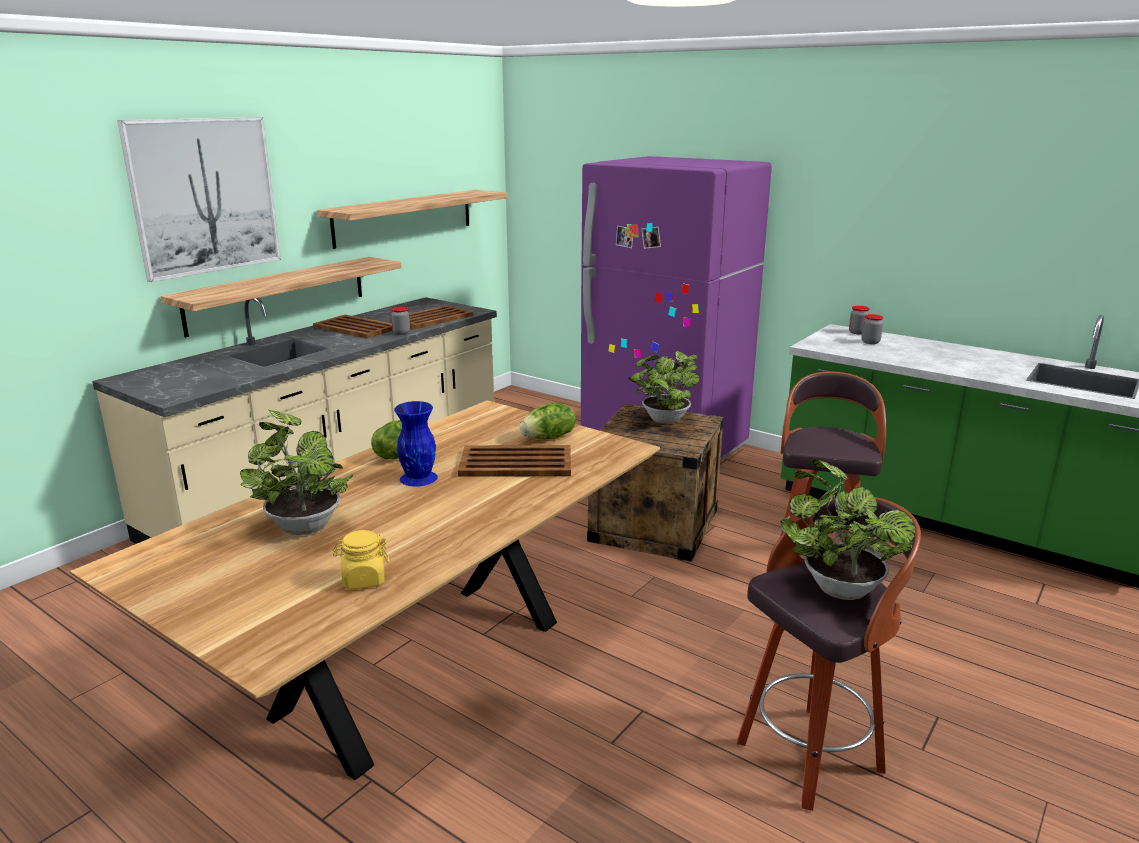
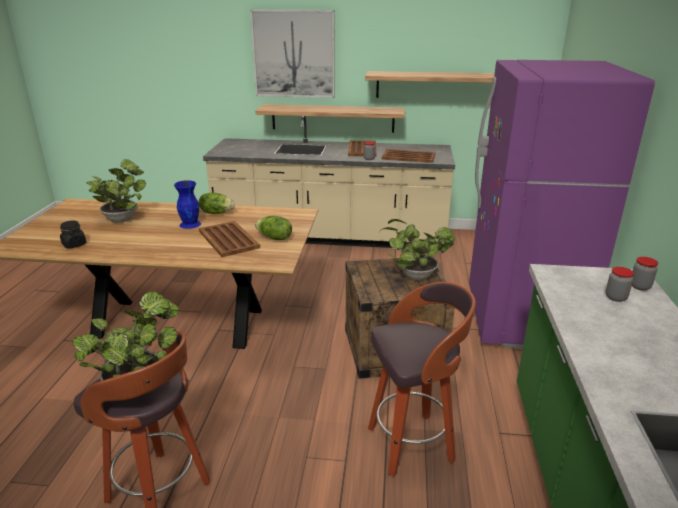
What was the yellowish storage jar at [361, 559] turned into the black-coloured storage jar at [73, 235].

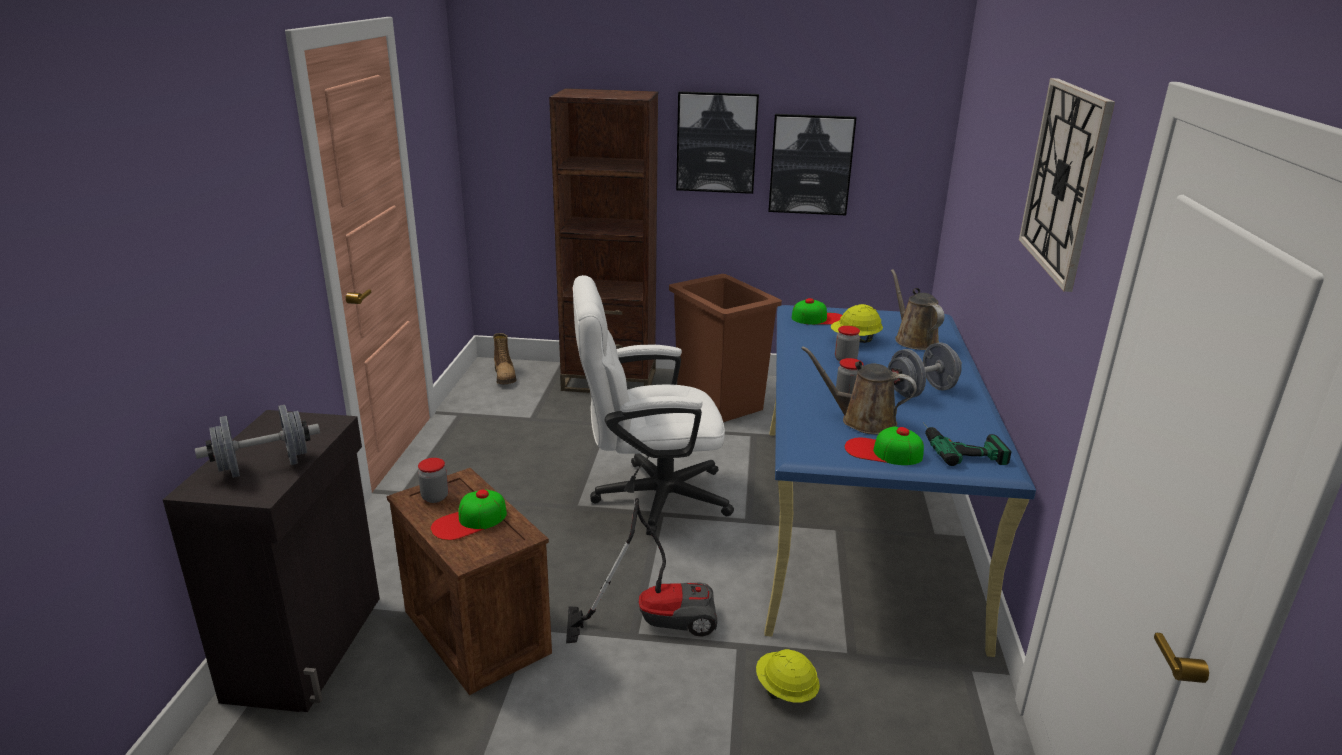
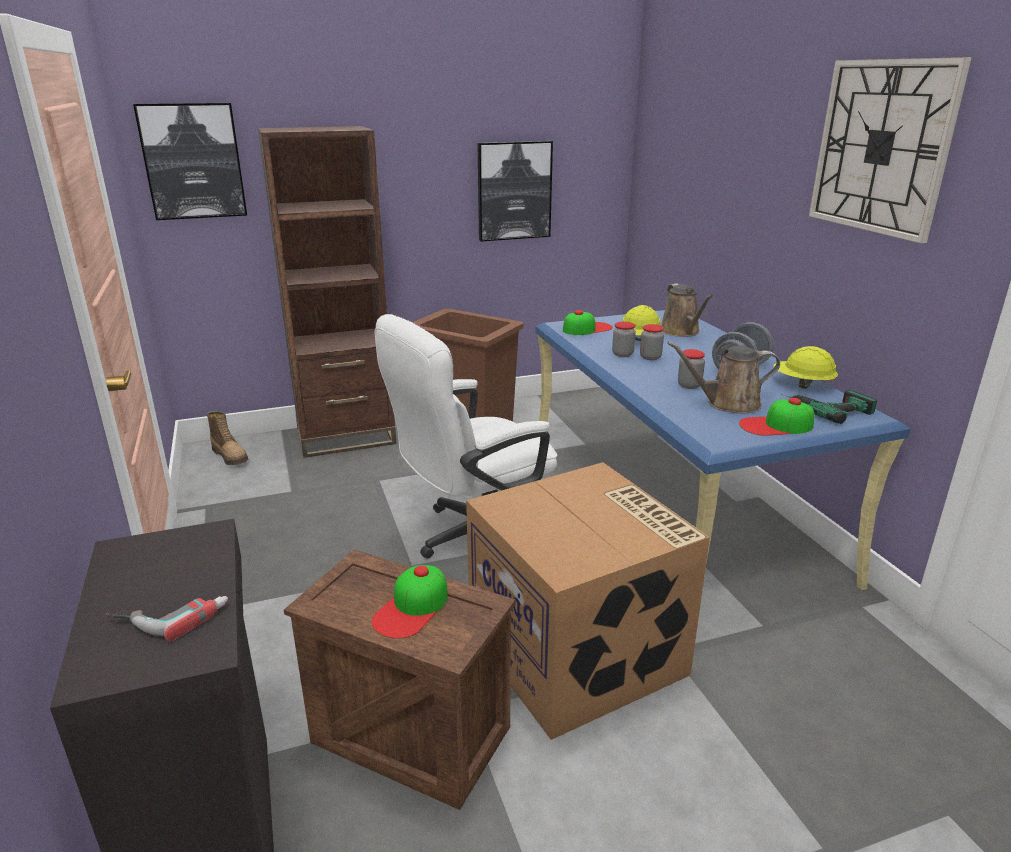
Where the gray dumbbell stood at [257, 441], the power drill came to stand at [167, 618].
The wall art ended up elsewhere, having gone from [717, 142] to [190, 161].
Where the vacuum stood at [642, 570], the cardboard box came to stand at [588, 601].
The storage jar ended up elsewhere, having gone from [433, 480] to [624, 339].
The brown watering pot at [917, 309] ended up facing another way, 150 degrees counterclockwise from before.
The yellowish work helmet ended up elsewhere, having gone from [788, 676] to [806, 367].

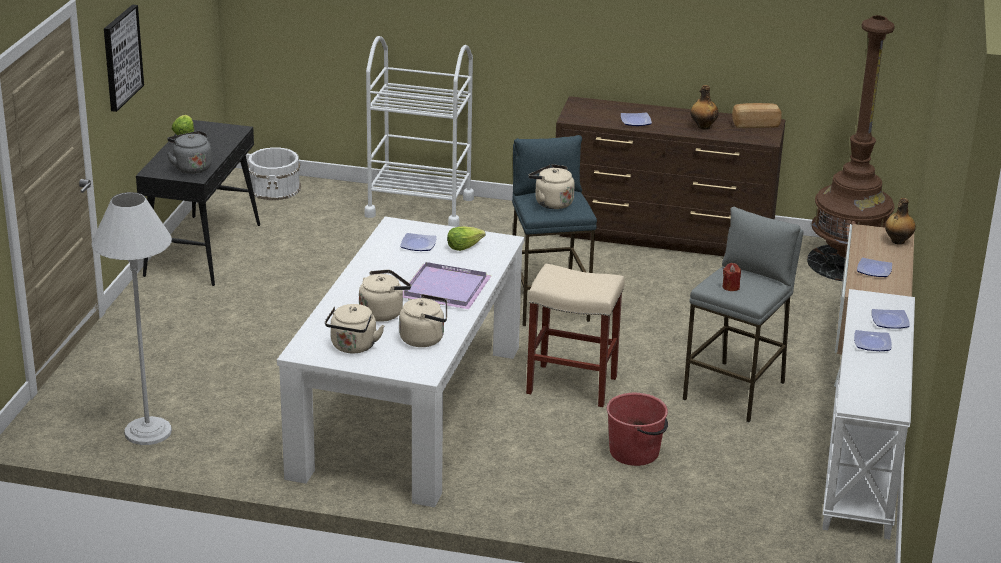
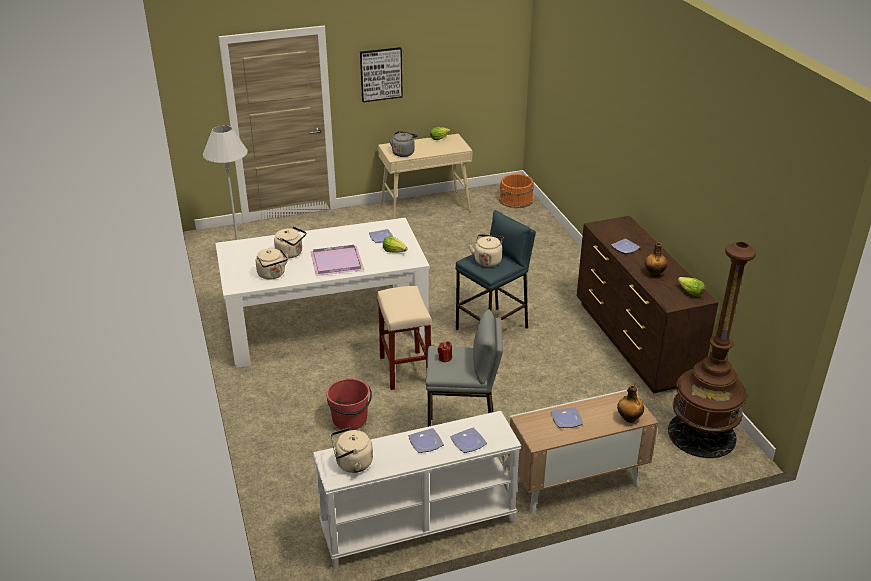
The sand-coloured water kettle ended up elsewhere, having gone from [354, 328] to [352, 450].
What was the black-coloured narrow table at [198, 203] turned into the sand-coloured narrow table at [425, 176].
What was the whitish bucket at [274, 173] turned into the orangey bucket at [516, 191].
Where the bread stood at [756, 115], the lettuce came to stand at [691, 286].
The second view lost the whitish trolley at [419, 131].

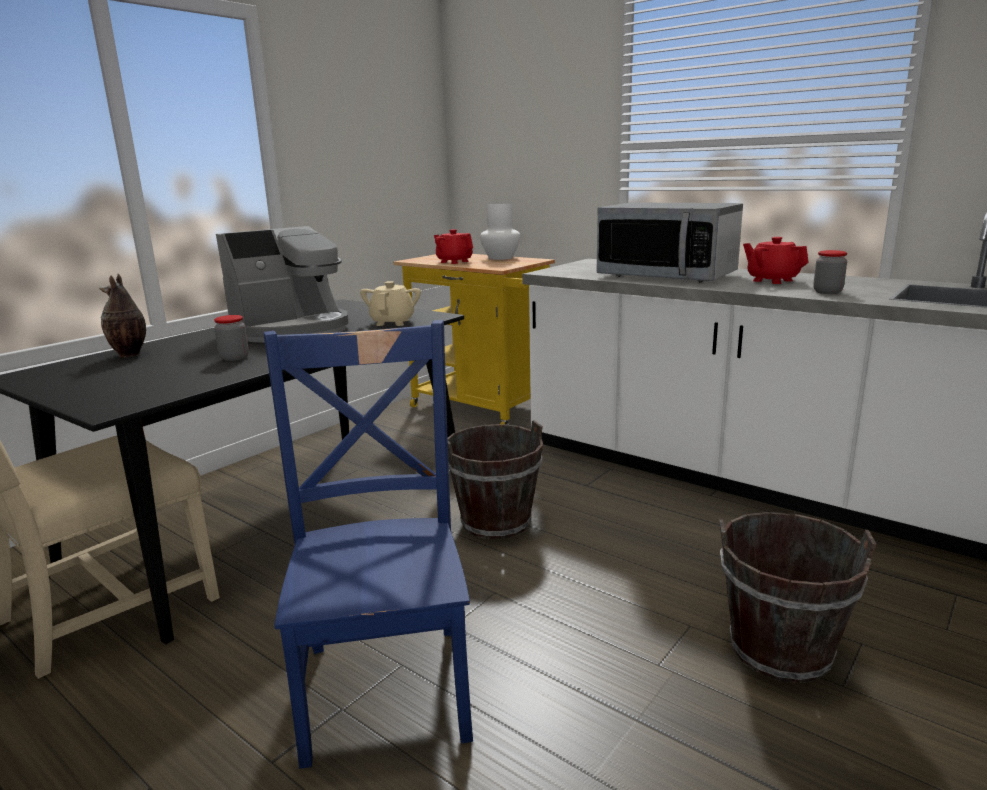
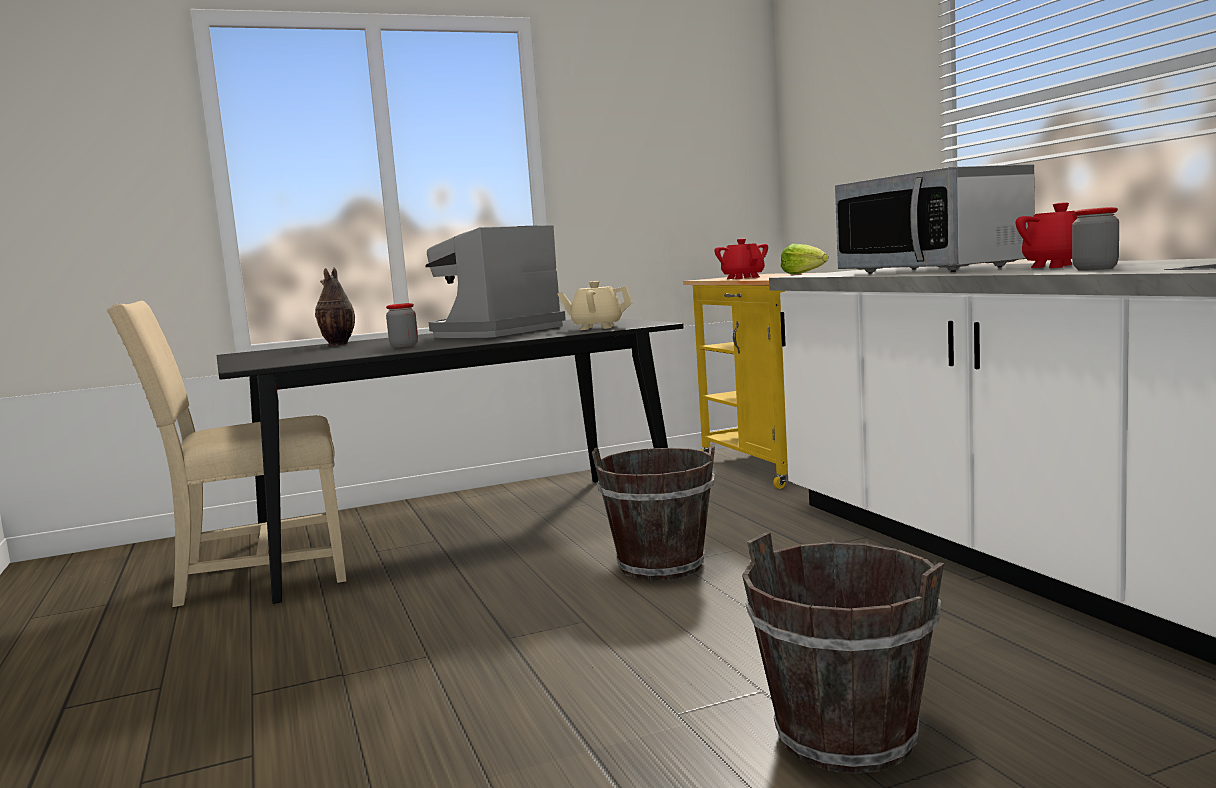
The coffee maker at [282, 284] ended up facing another way, 135 degrees clockwise from before.
The sand-coloured pot for tea at [390, 303] ended up facing another way, 120 degrees counterclockwise from before.
Where the whitish vase stood at [500, 231], the lettuce came to stand at [805, 259].
The second view lost the bluish plain chair at [368, 544].

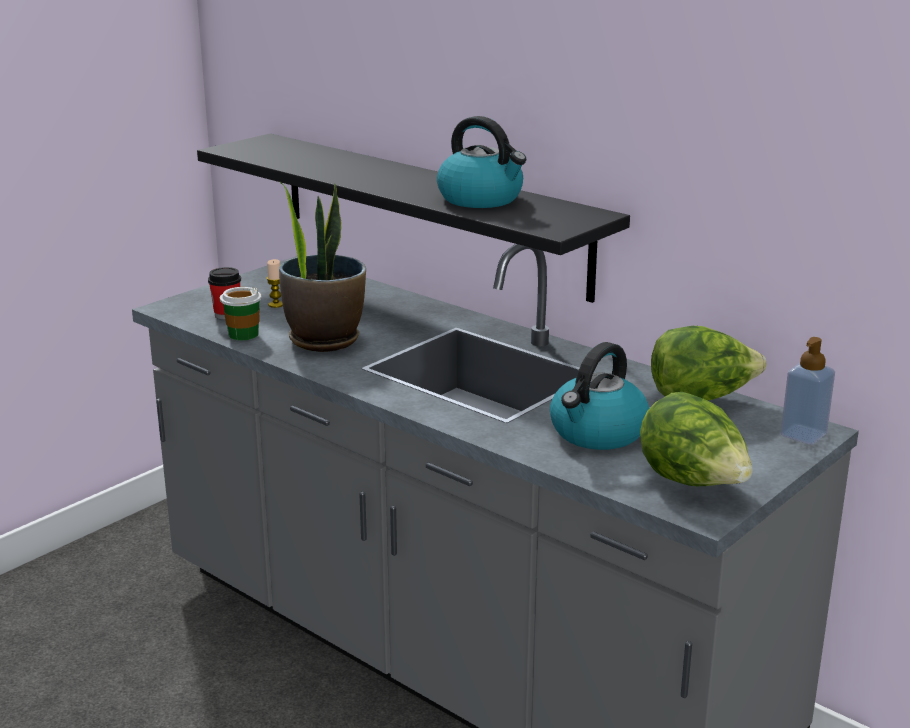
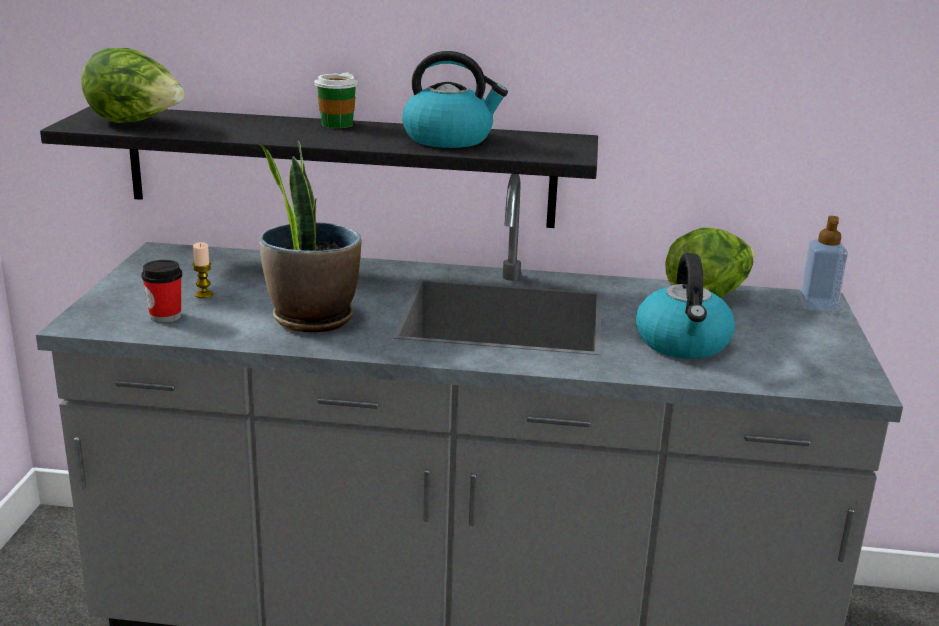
The lettuce ended up elsewhere, having gone from [696, 439] to [133, 85].
The cup ended up elsewhere, having gone from [241, 314] to [336, 100].

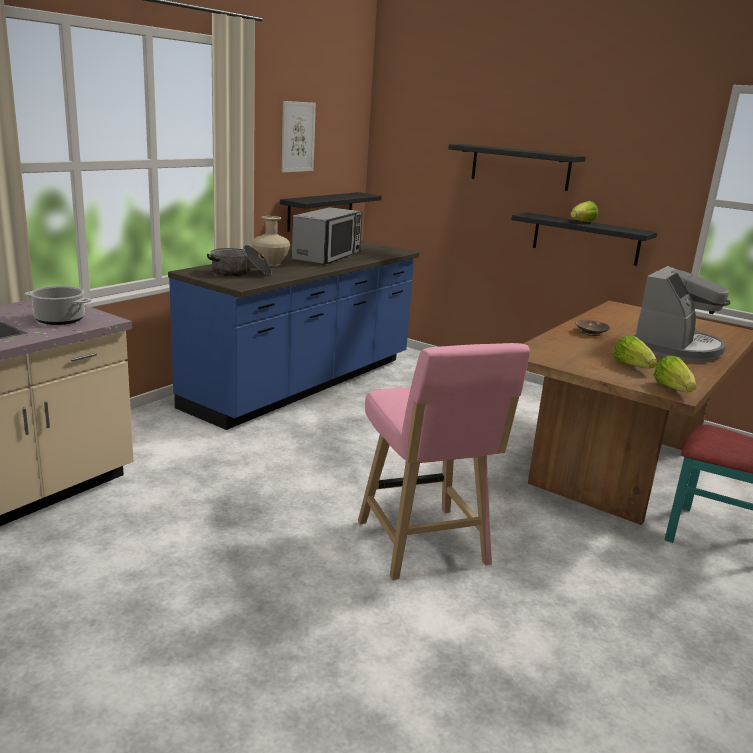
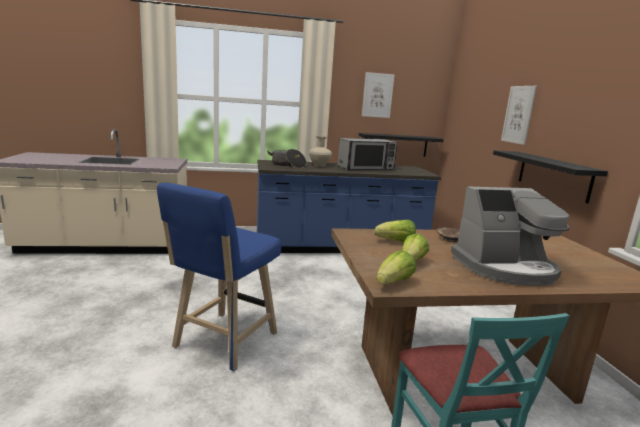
What was the pinkish stool seat at [444, 461] turned into the bluish stool seat at [219, 277].
The lettuce ended up elsewhere, having gone from [584, 211] to [395, 231].
Where the black-coloured shelf hung at [517, 167], the wall art came to hang at [519, 115].
The second view lost the stockpot at [58, 305].

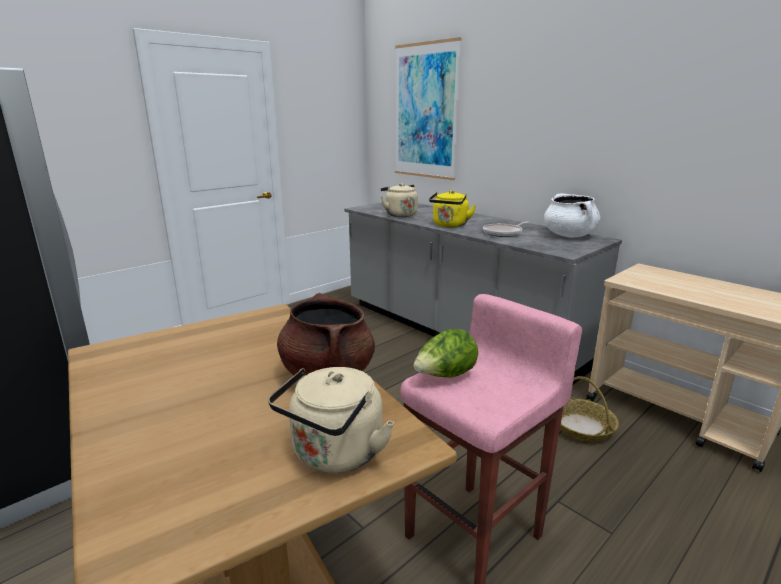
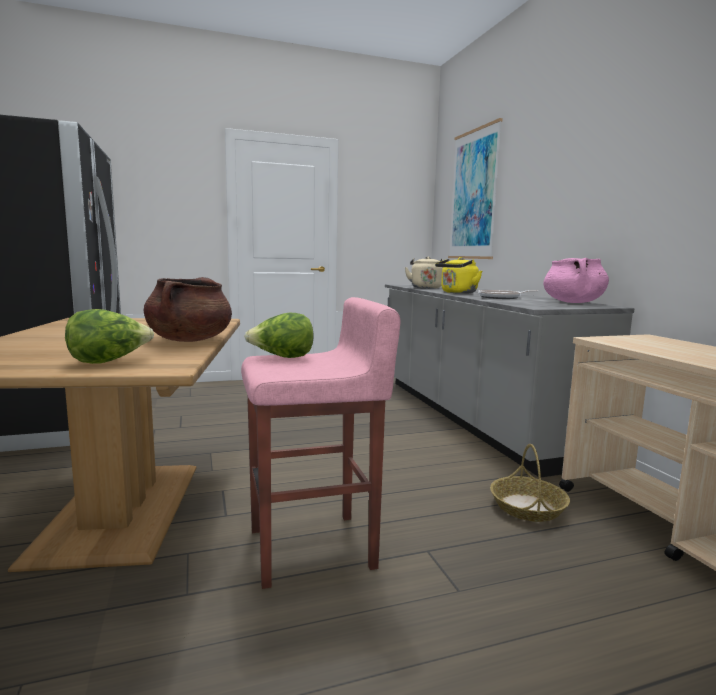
Where the sand-coloured water kettle stood at [331, 420], the lettuce came to stand at [109, 336].
What was the whitish stockpot at [572, 215] turned into the pinkish stockpot at [576, 280].

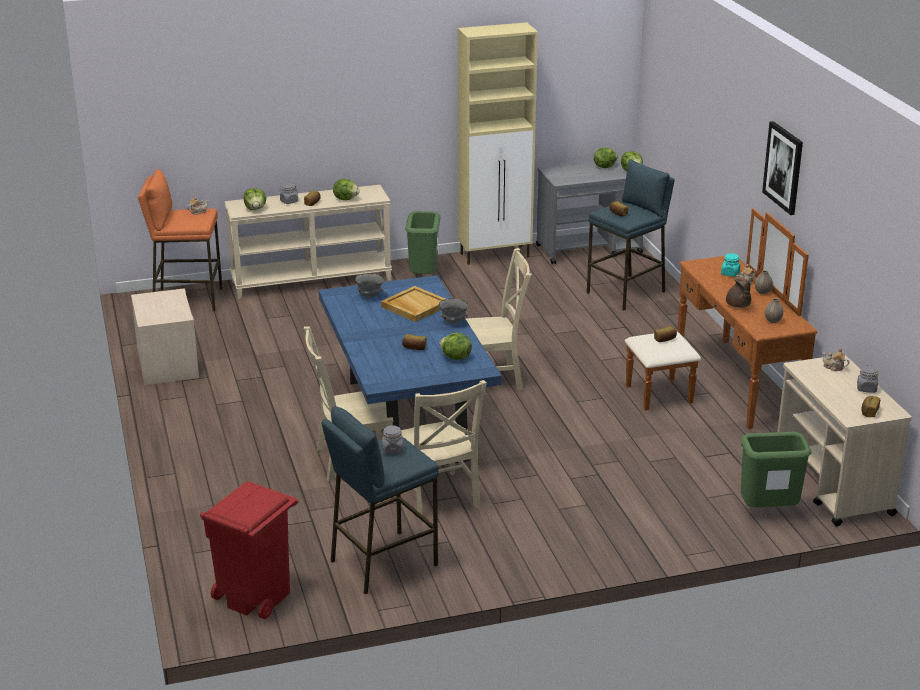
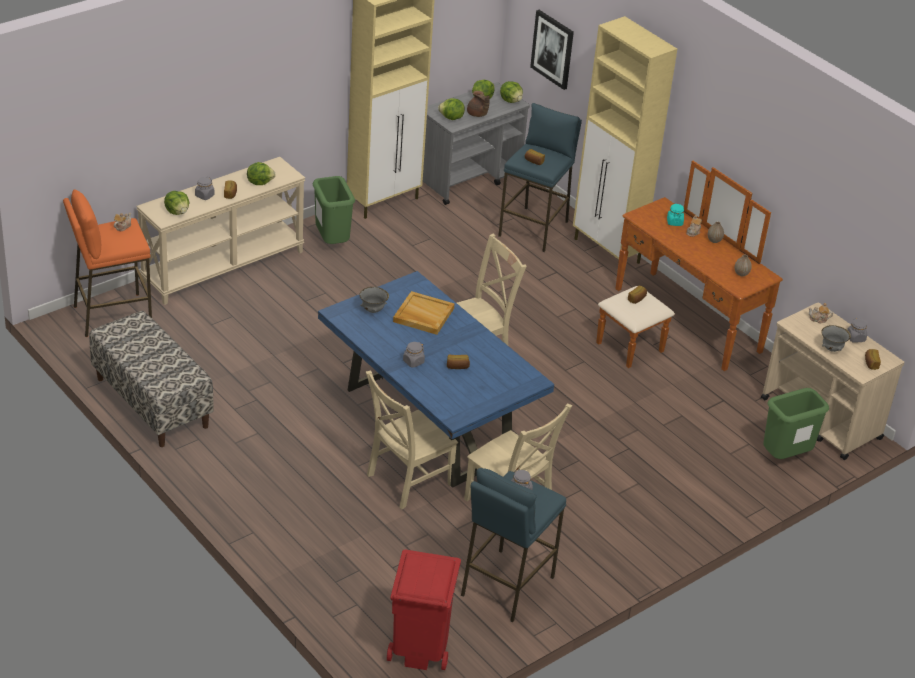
Where the sand-coloured nightstand stood at [165, 337], the indoor bench came to stand at [151, 379].
The second view gained the gray storage jar at [414, 355].
The lettuce ended up elsewhere, having gone from [455, 346] to [451, 109].
The brown pot for tea ended up elsewhere, having gone from [738, 292] to [478, 104].
The wall art ended up elsewhere, having gone from [782, 168] to [552, 50].
The second view gained the sand-coloured storage cabinet at [625, 140].
The gray serving bowl ended up elsewhere, having gone from [454, 311] to [836, 338].

